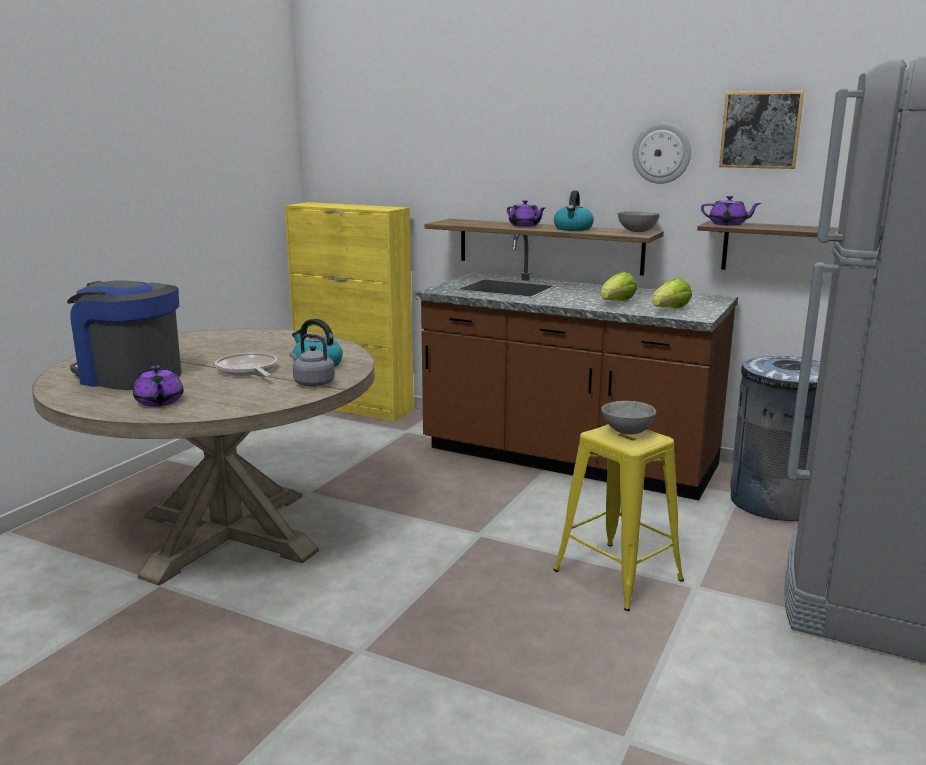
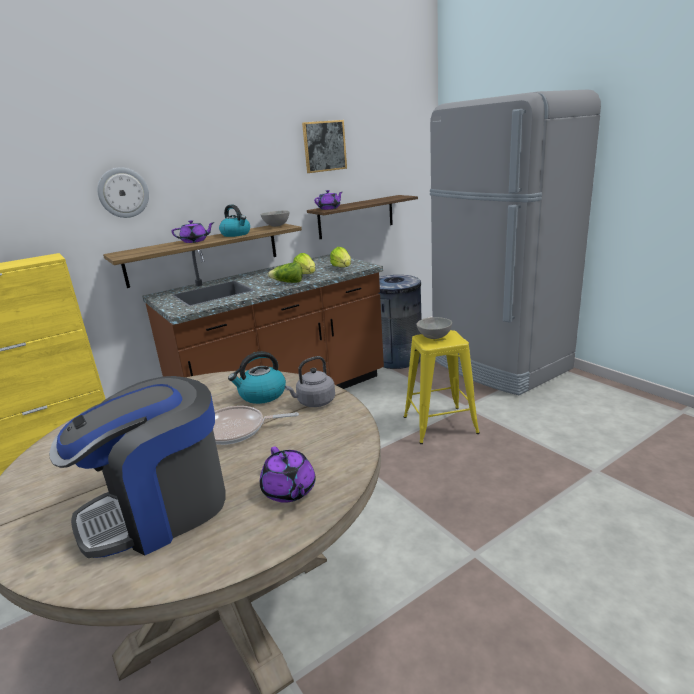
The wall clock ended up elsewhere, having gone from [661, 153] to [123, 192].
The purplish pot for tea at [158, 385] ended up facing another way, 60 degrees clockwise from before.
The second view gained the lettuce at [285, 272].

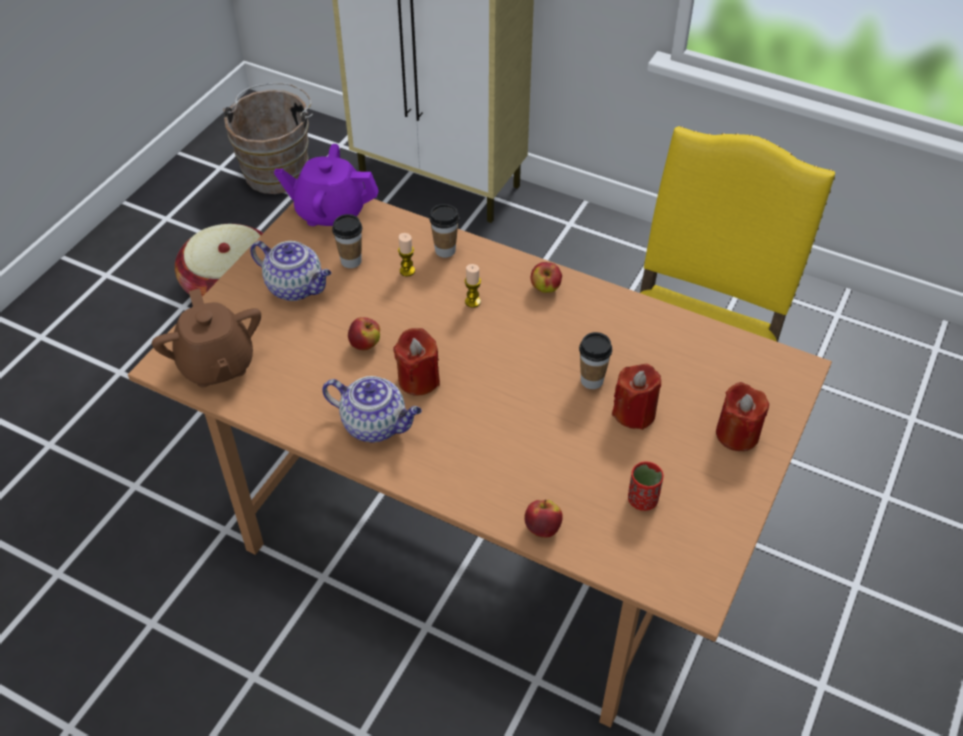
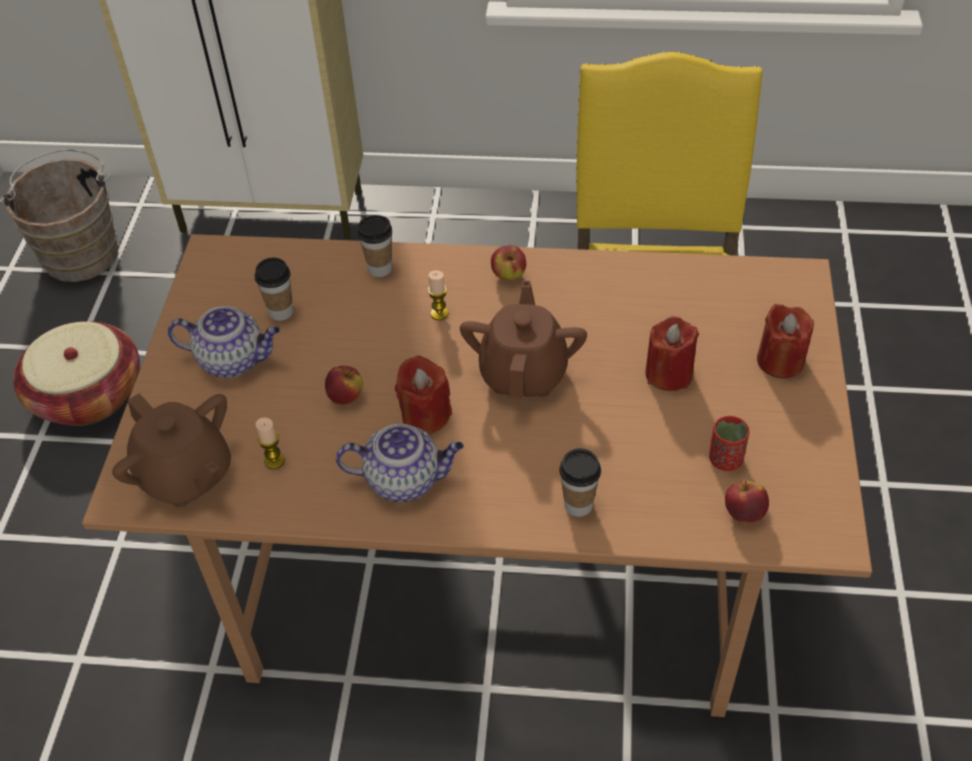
The wax candle ended up elsewhere, having gone from [406, 254] to [270, 443].
The second view gained the brown pot for tea at [523, 339].
The cup ended up elsewhere, having gone from [595, 360] to [580, 482].
The apple fruit ended up elsewhere, having gone from [543, 518] to [747, 501].
The second view lost the purplish pot for tea at [326, 185].

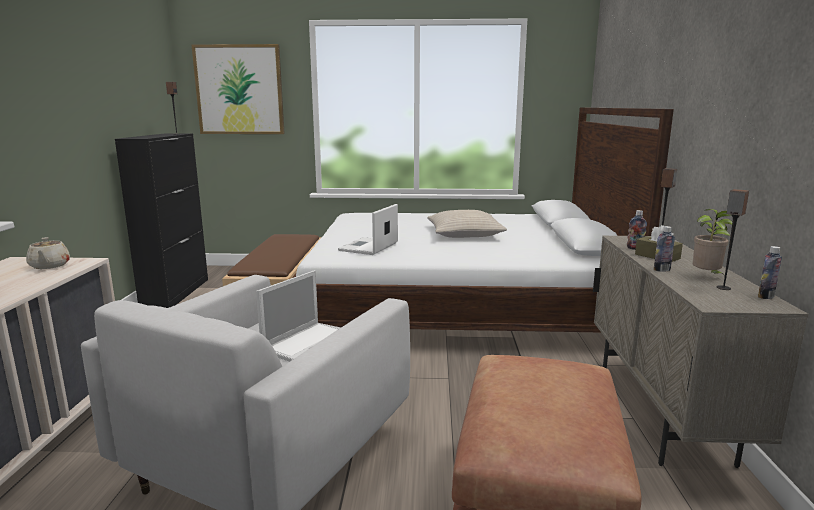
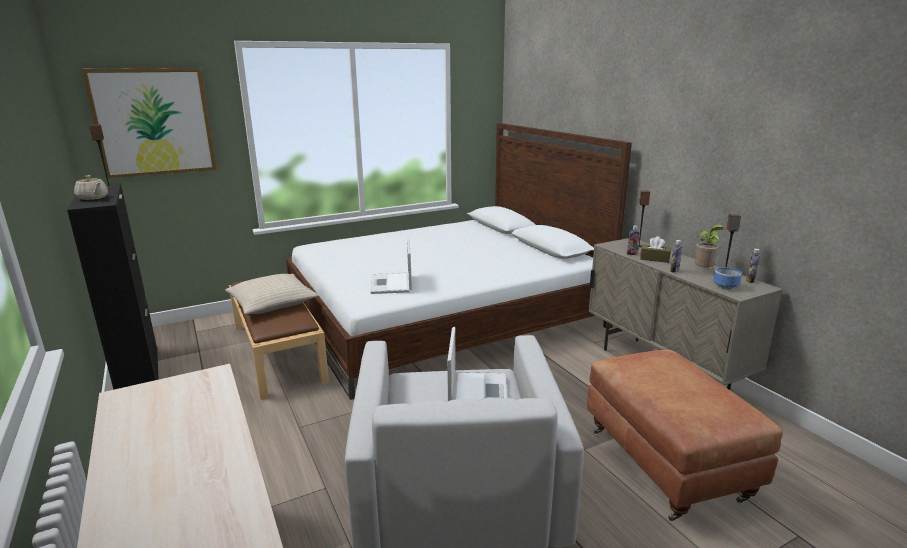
The sand-coloured pot for tea ended up elsewhere, having gone from [48, 253] to [91, 187].
The sand-coloured cushion ended up elsewhere, having gone from [467, 224] to [271, 294].
The second view gained the serving bowl at [727, 278].

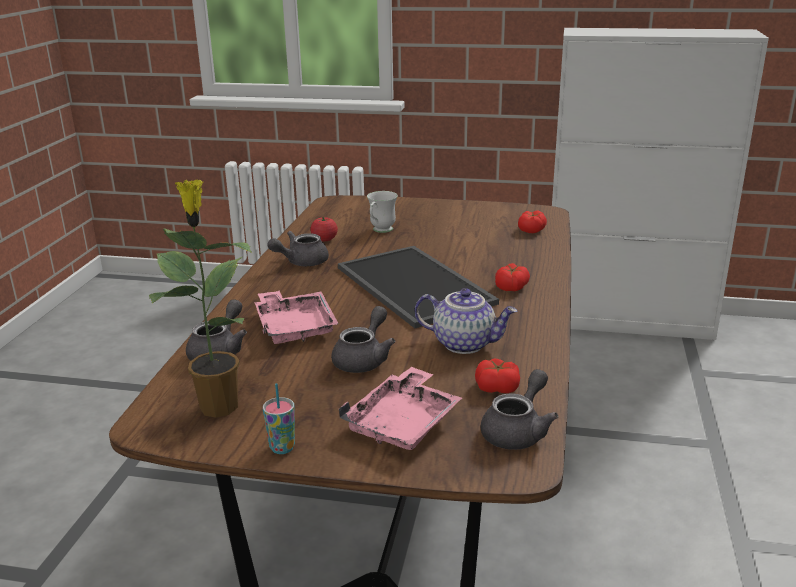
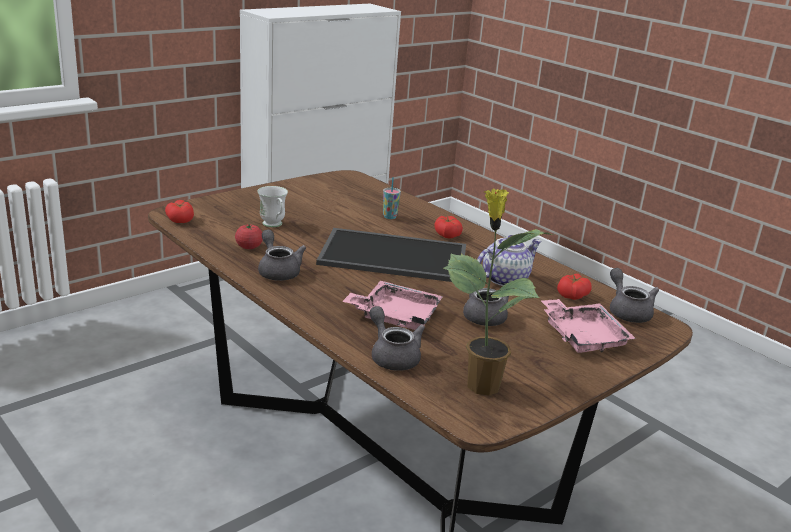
The tomato ended up elsewhere, having gone from [532, 222] to [179, 211].
The gray pot for tea at [298, 248] ended up facing another way, 150 degrees clockwise from before.
The cup ended up elsewhere, having gone from [279, 418] to [392, 198].

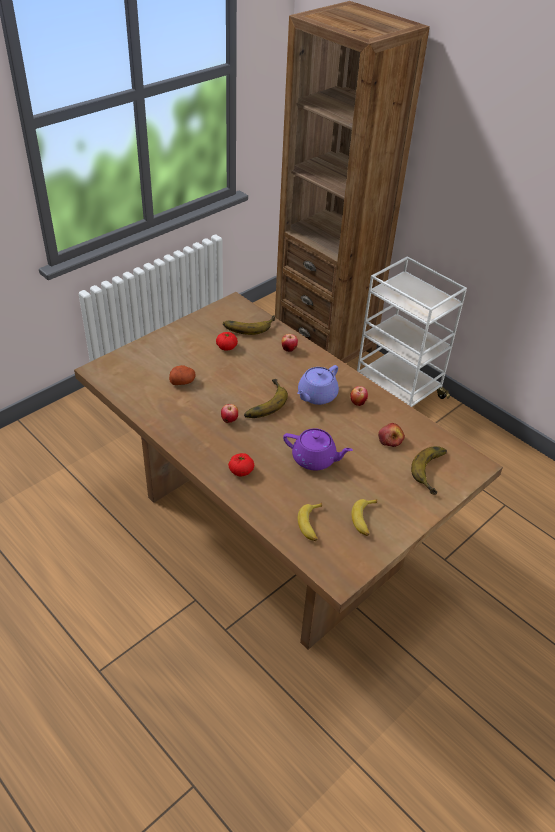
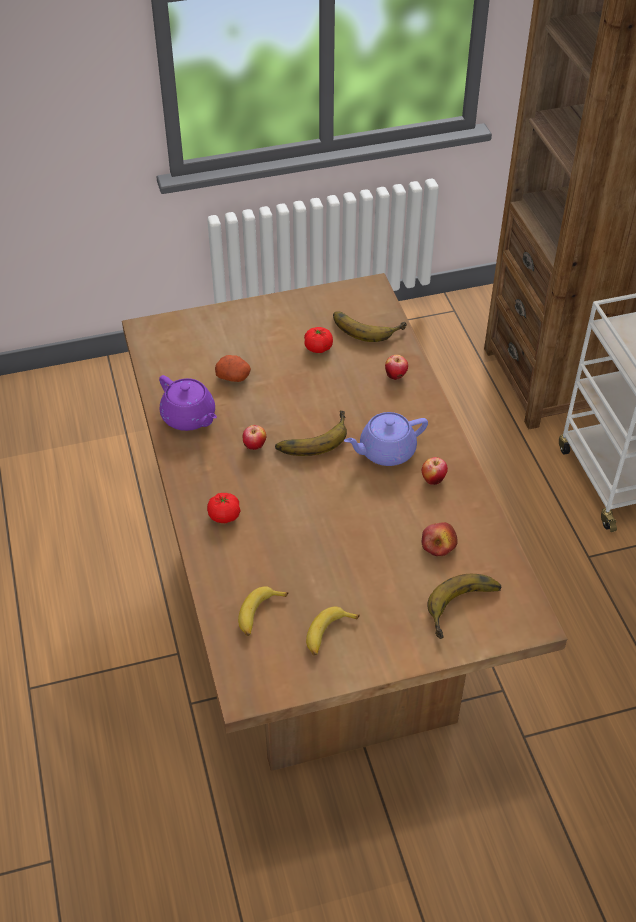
The purplish pot for tea ended up elsewhere, having gone from [318, 449] to [188, 403].

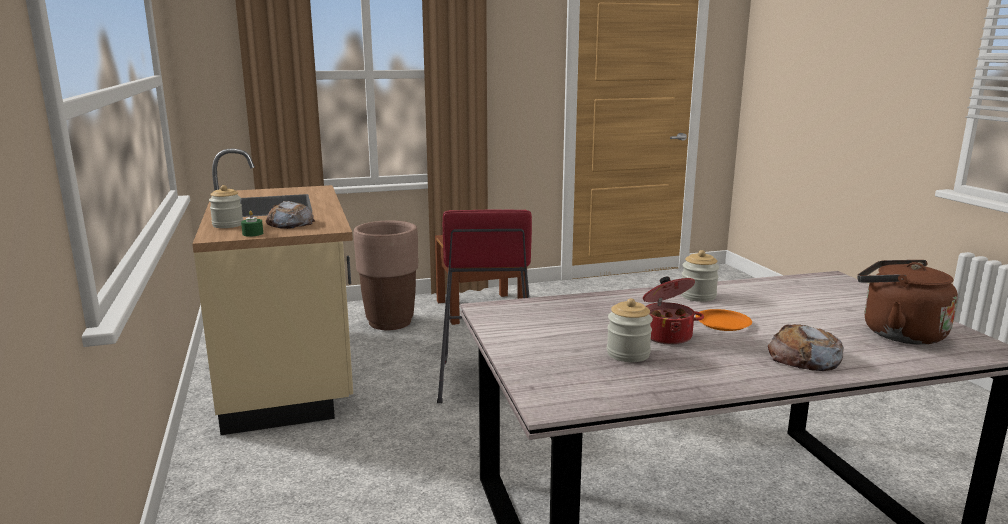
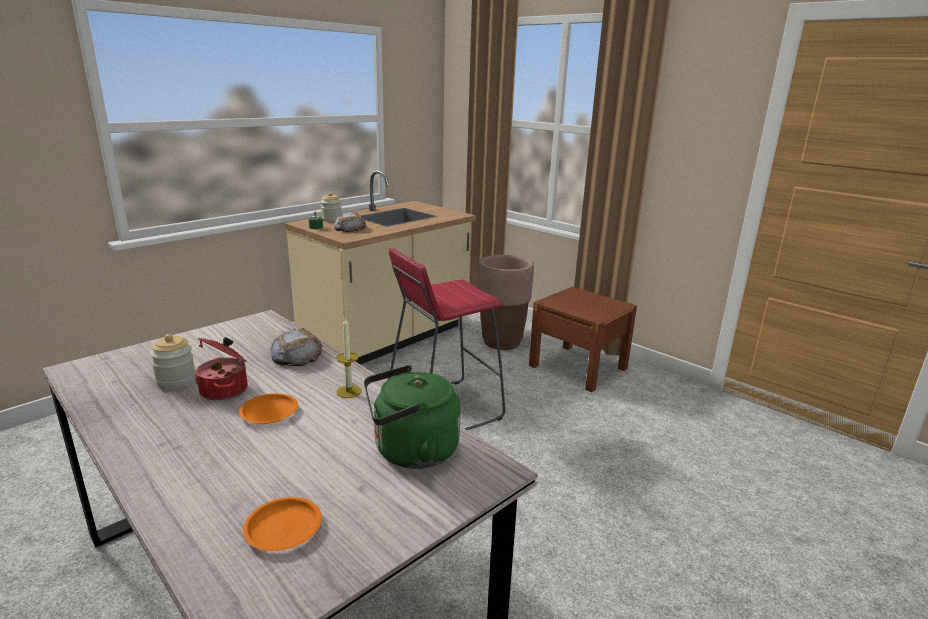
Where the brown water kettle stood at [907, 302], the orangey plate came to stand at [282, 524].
The bread ended up elsewhere, having gone from [806, 347] to [296, 347].
Where the storage jar stood at [700, 276], the wax candle came to stand at [349, 357].
The second view gained the greenish water kettle at [412, 417].

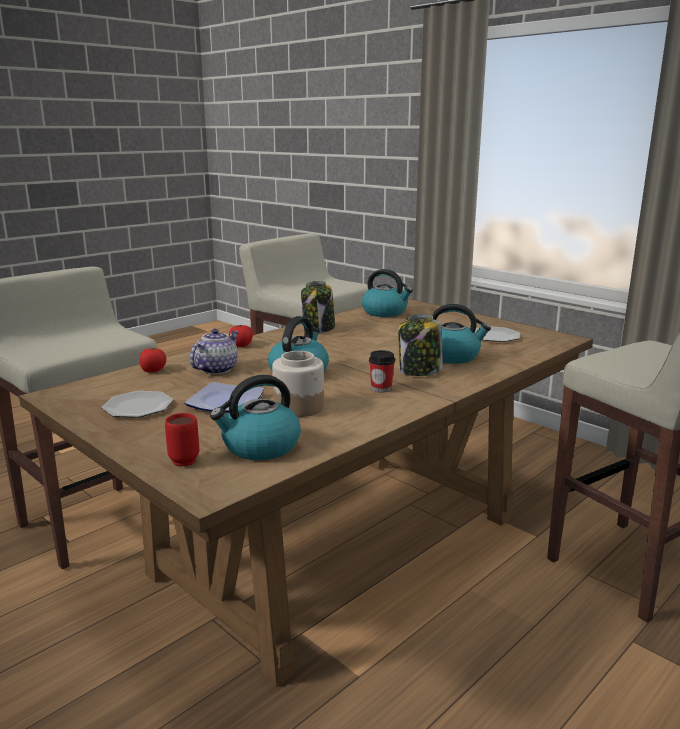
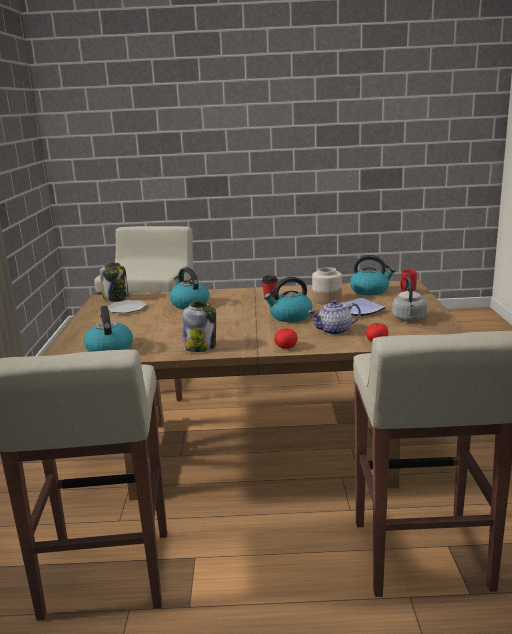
The storage jar ended up elsewhere, having gone from [420, 345] to [114, 282].
Where the plate stood at [137, 404], the gray water kettle came to stand at [409, 299].

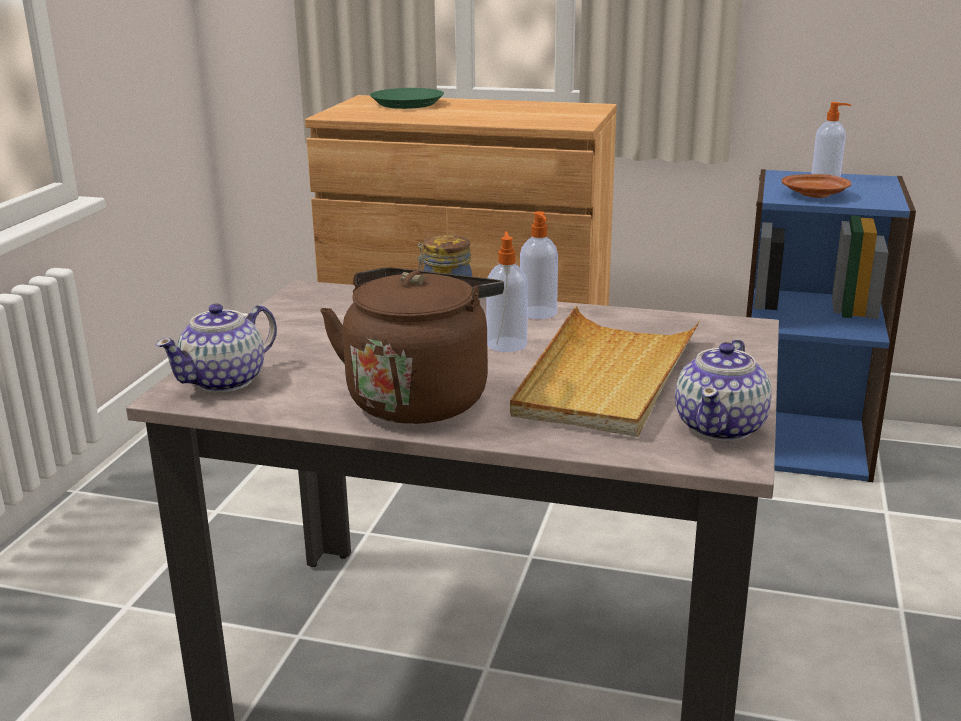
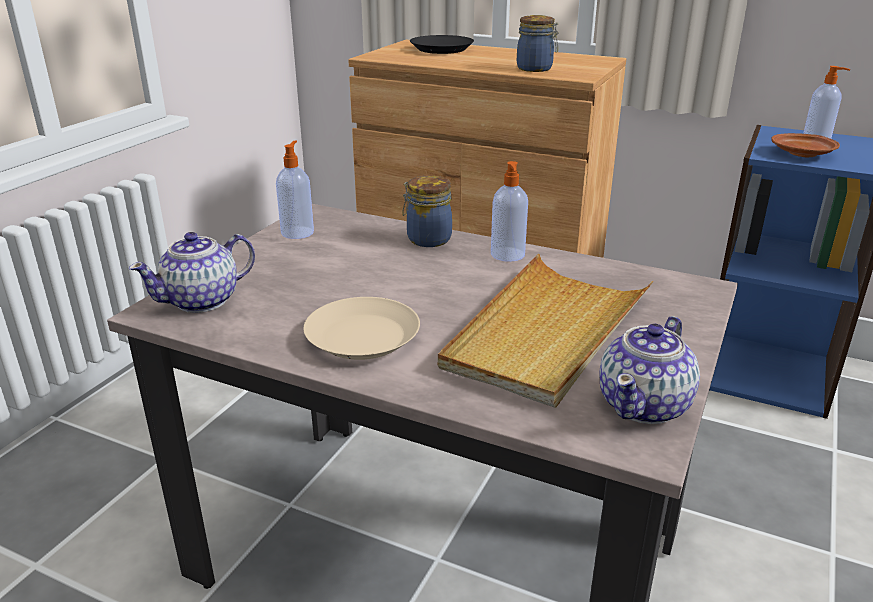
The soap bottle ended up elsewhere, having gone from [507, 292] to [295, 189].
Where the brown water kettle stood at [412, 345], the sand-coloured plate came to stand at [362, 328].
What was the greenish plate at [407, 98] turned into the black-coloured plate at [442, 44].
The second view gained the storage jar at [538, 43].

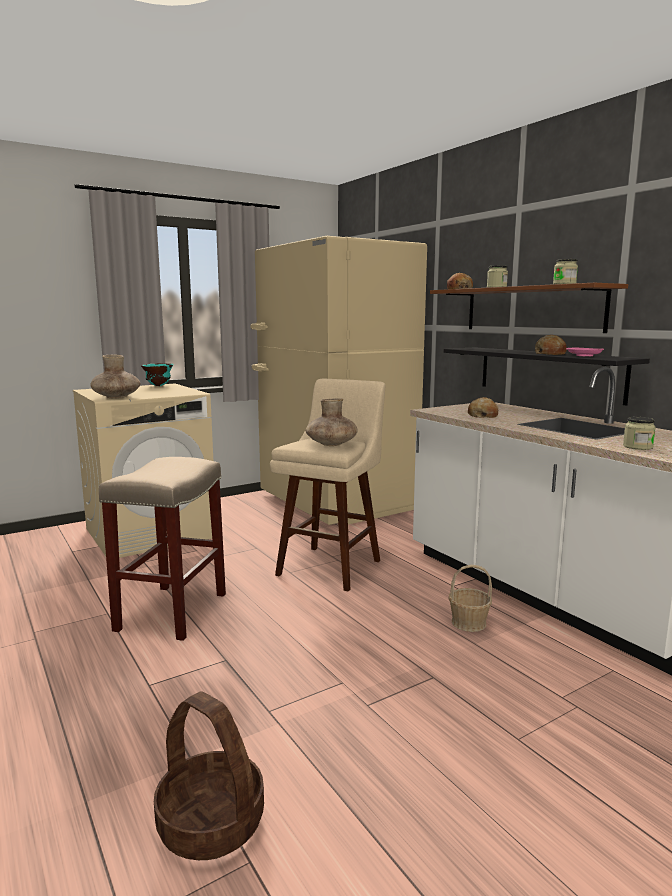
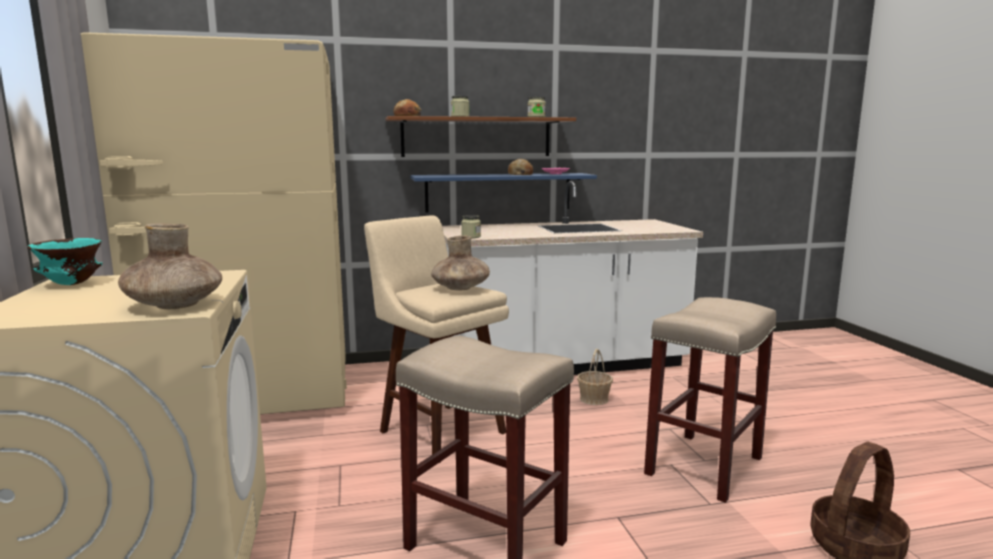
What was the black-coloured shelf at [547, 376] turned into the bluish shelf at [503, 193].
The storage jar ended up elsewhere, having gone from [639, 433] to [471, 226].
The second view gained the sand-coloured stool seat at [710, 400].
The second view lost the bread at [483, 407].

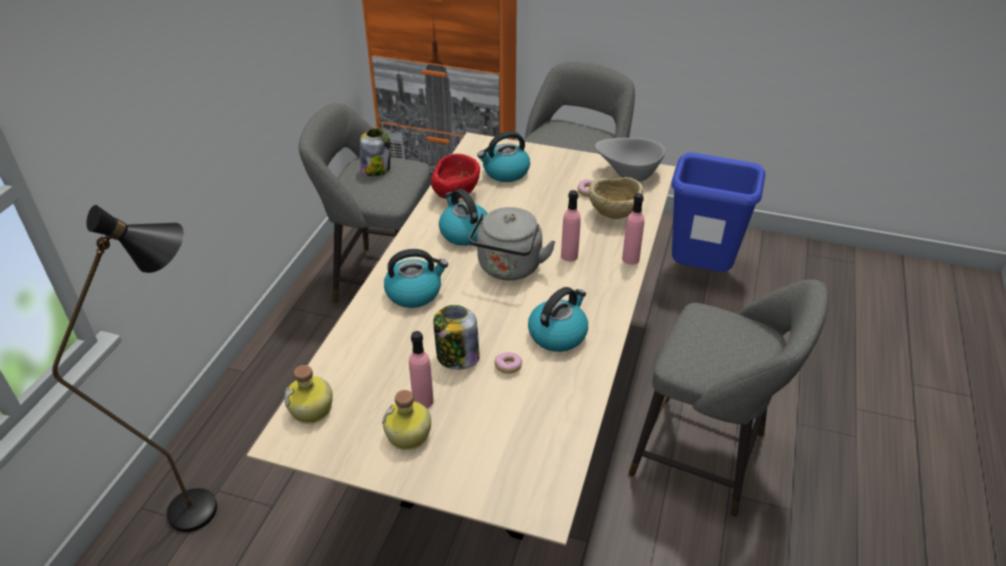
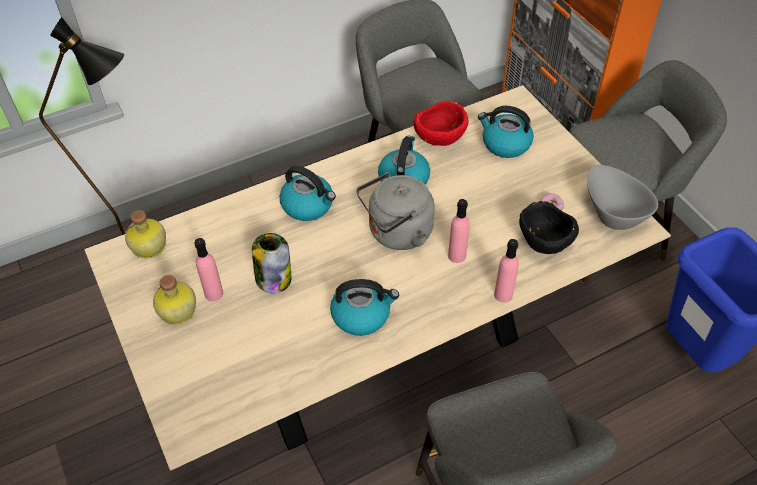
What was the sand-coloured serving bowl at [615, 198] turned into the black-coloured serving bowl at [549, 227].
The second view lost the storage jar at [375, 152].
The second view lost the doughnut at [508, 363].

